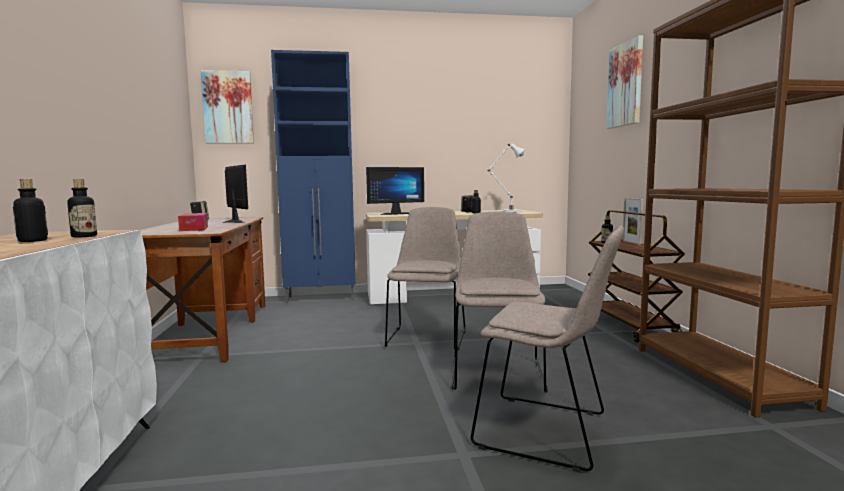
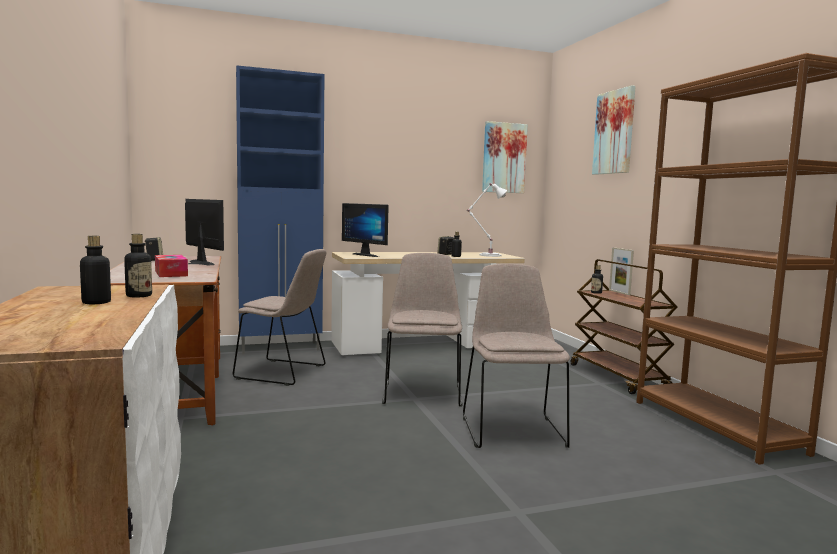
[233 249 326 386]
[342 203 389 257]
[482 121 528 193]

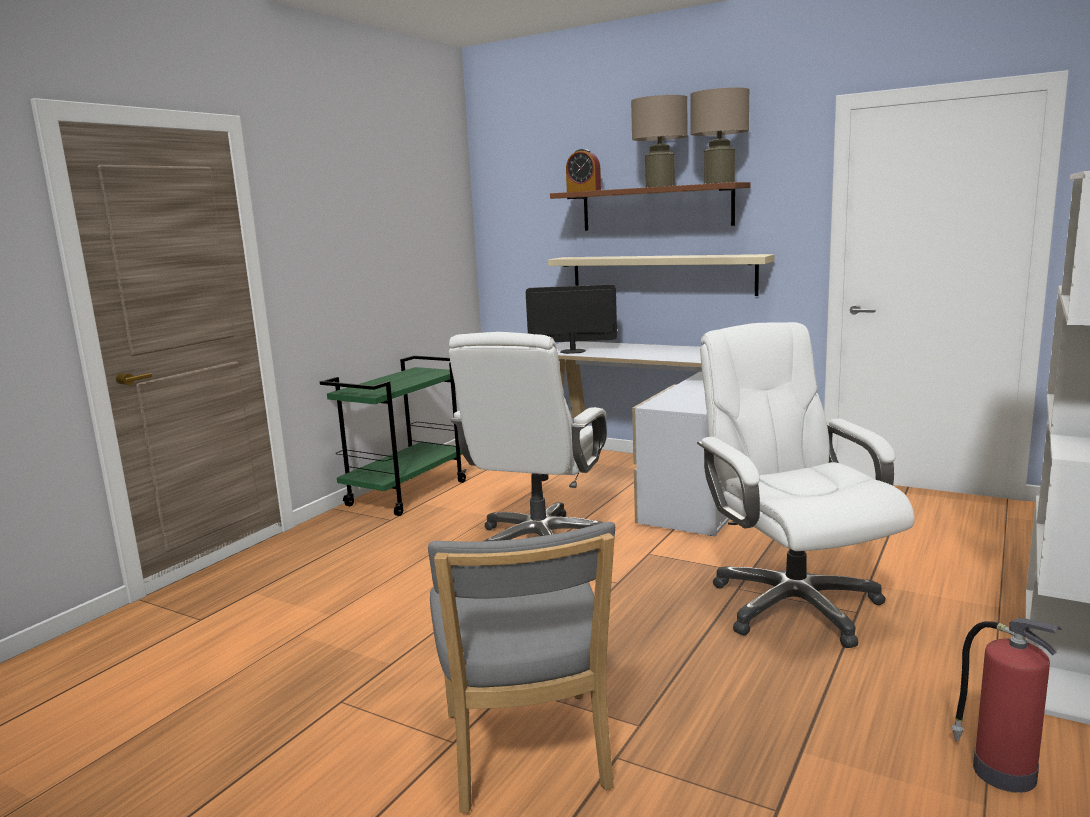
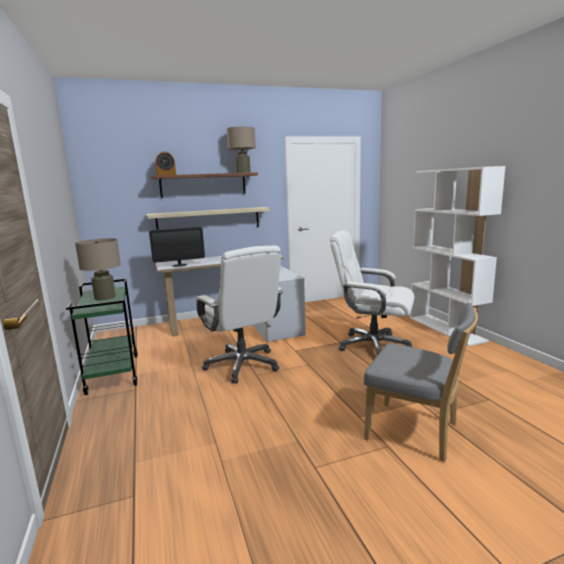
[75 238 121 300]
[149 227 205 267]
[951 618 1062 793] (first image)

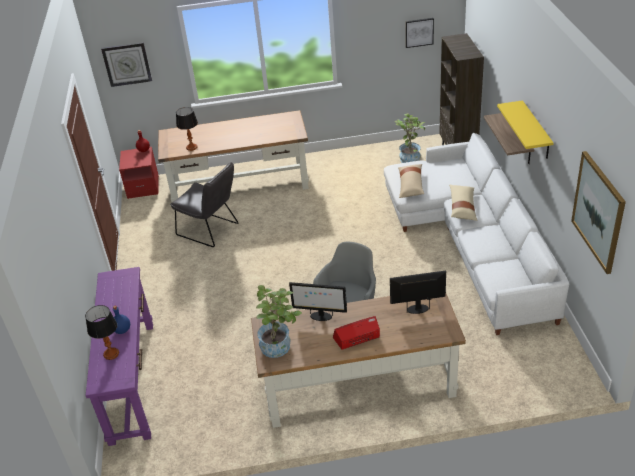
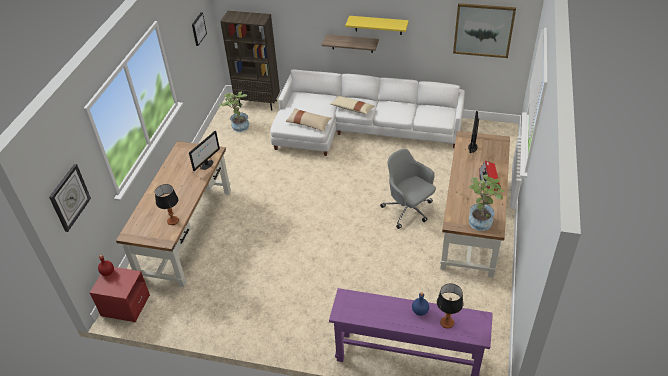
[189 131 220 171]
[170 161 239 247] (first image)

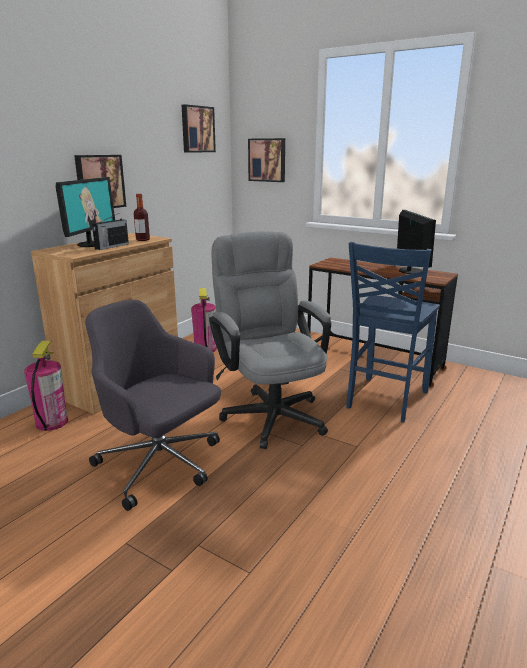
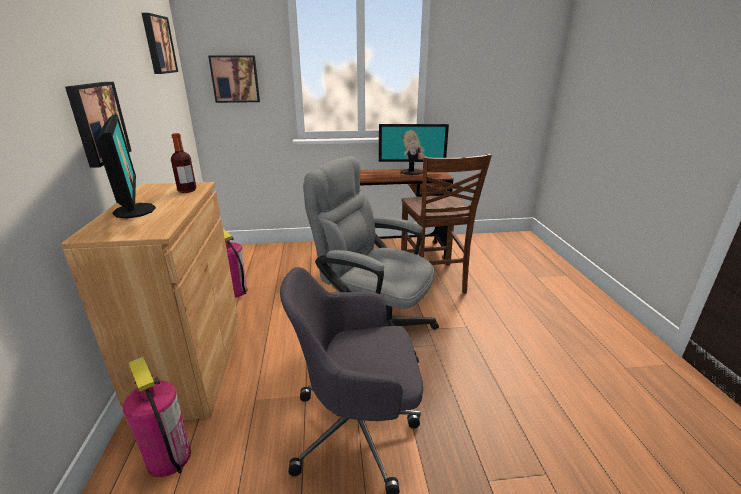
[379 124 449 175]
[401 154 492 294]
[92 213 129 250] (first image)

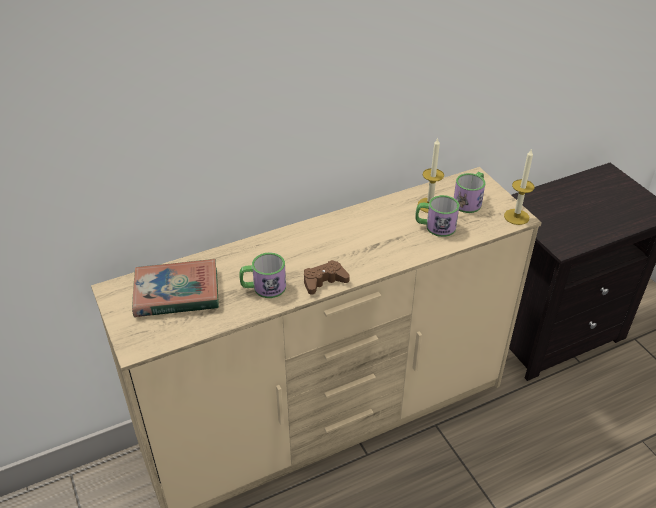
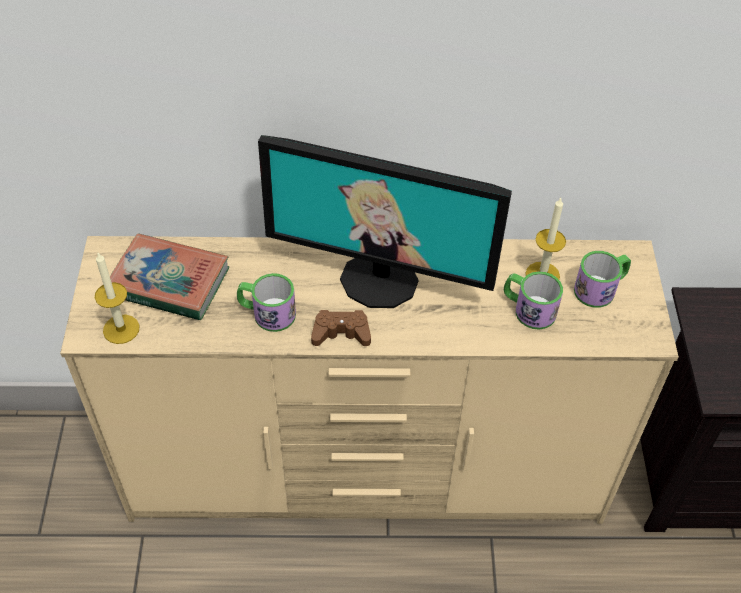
[95 253 140 344]
[258 135 512 308]

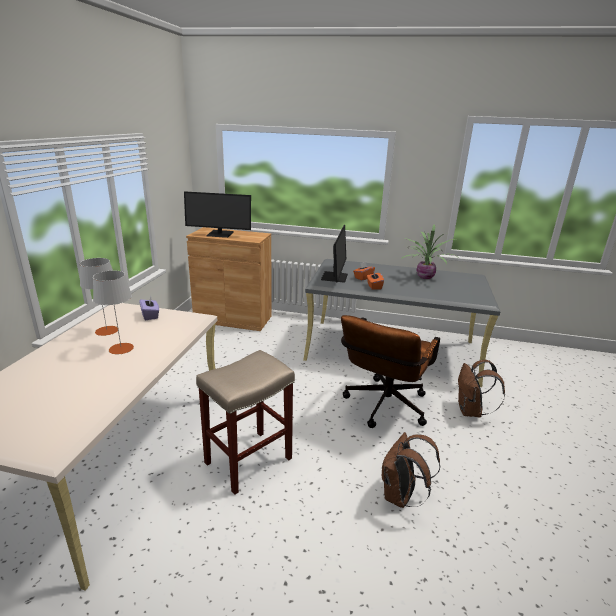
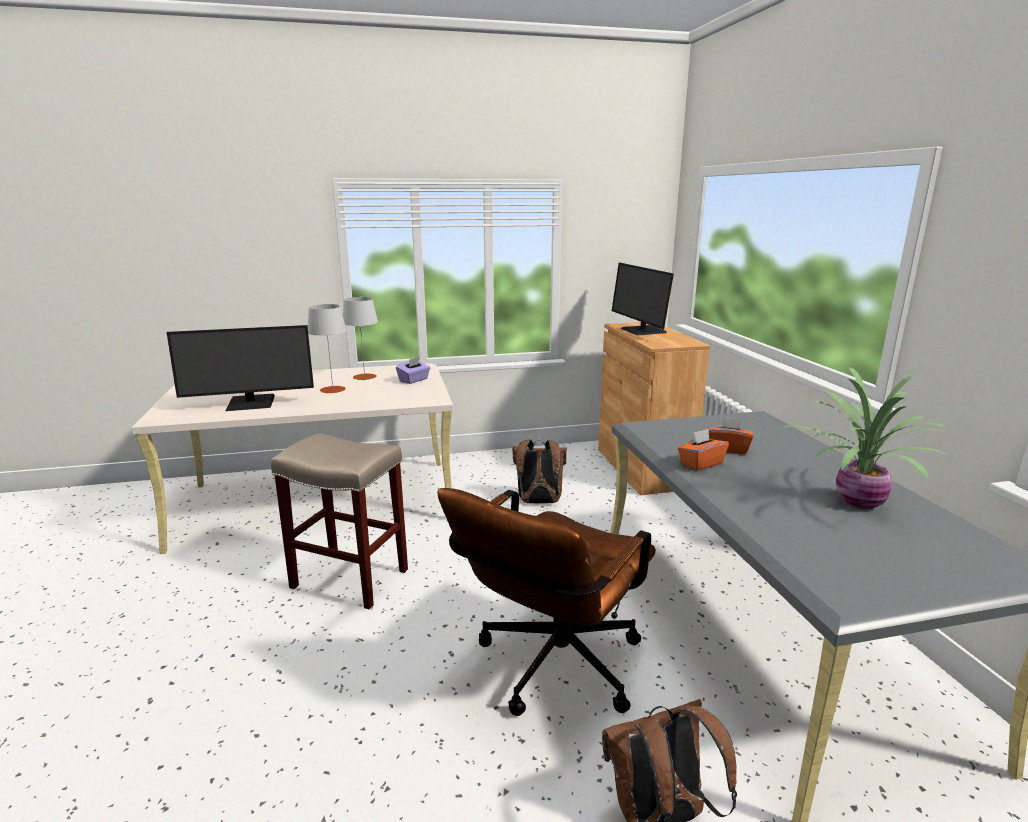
[167 325 314 411]
[437 488 656 716]
[512 439 567 504]

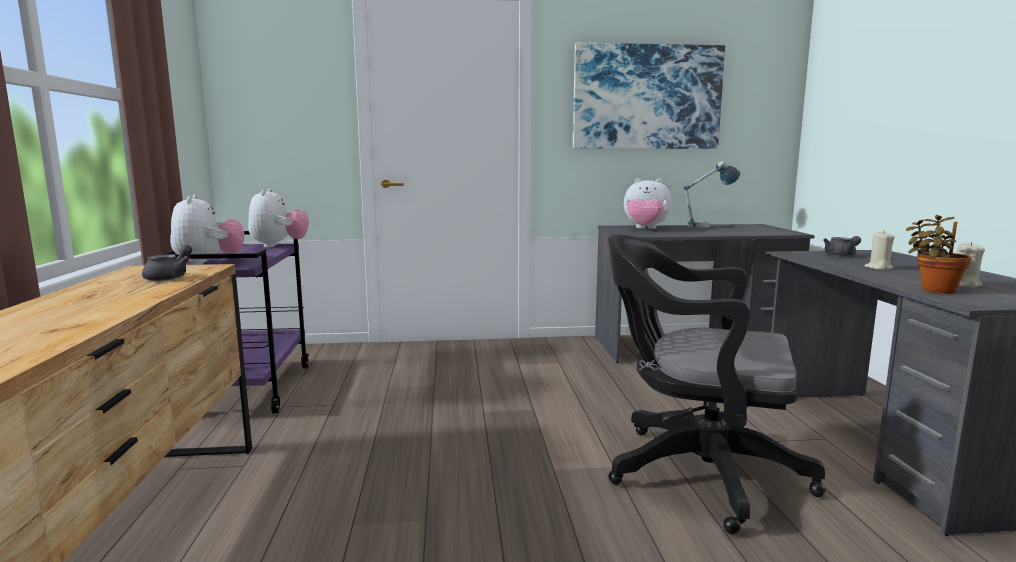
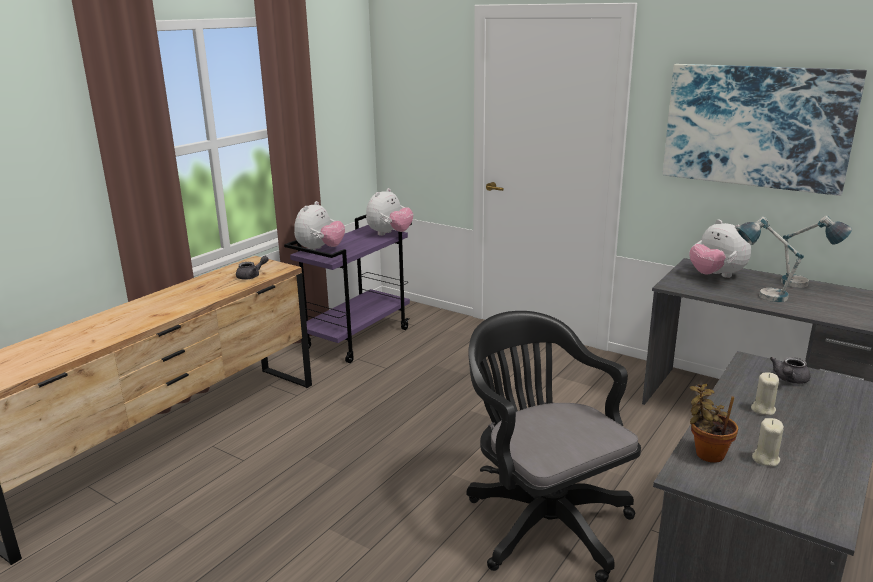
[736 216 804 302]

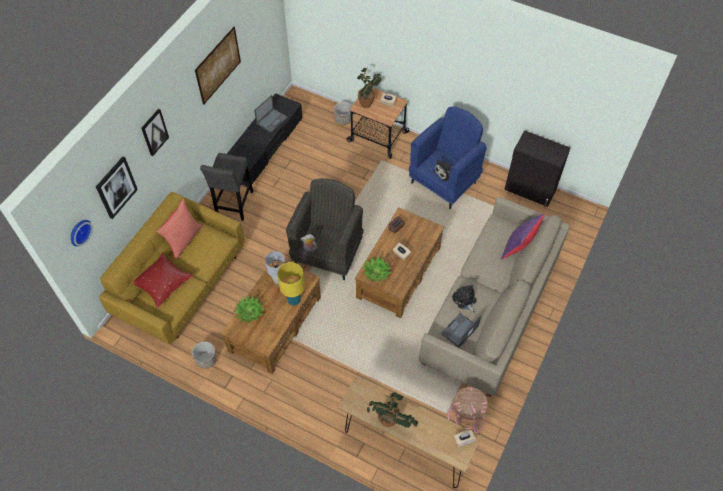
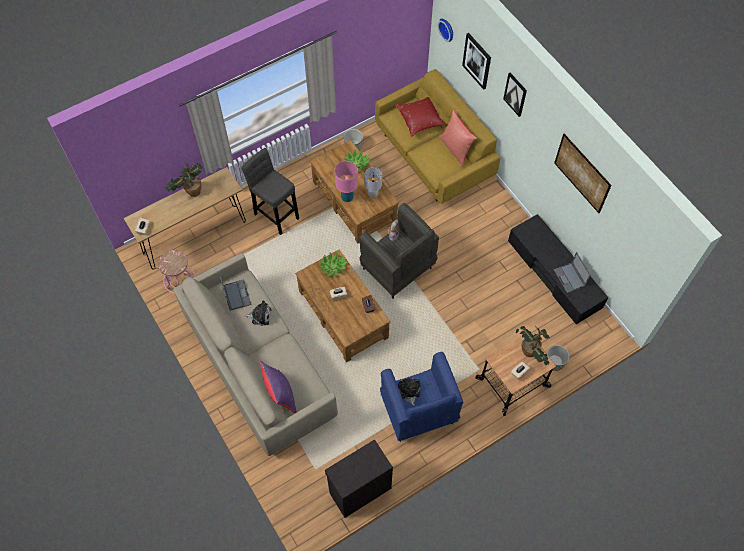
[241 148 299 235]
[335 161 358 202]

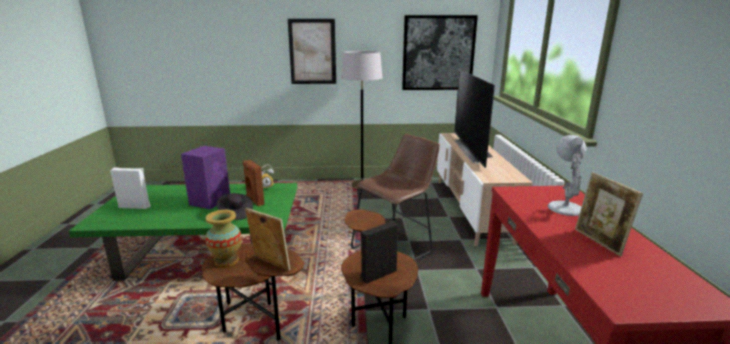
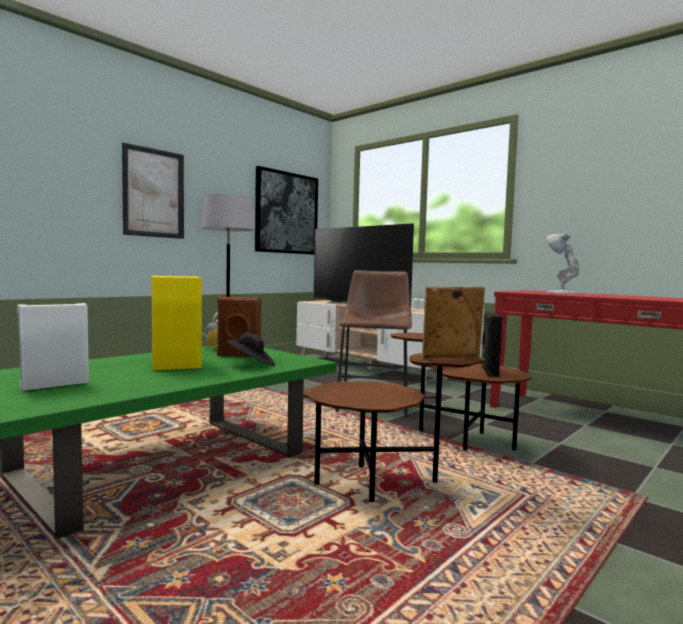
[151 276 202 371]
[206 210 242 268] (first image)
[575 172 643 256] (first image)

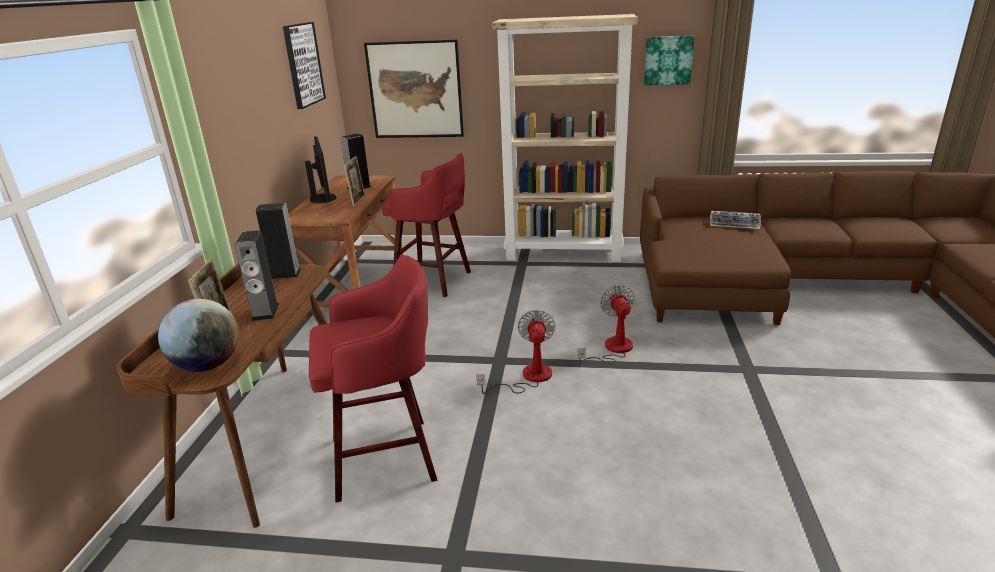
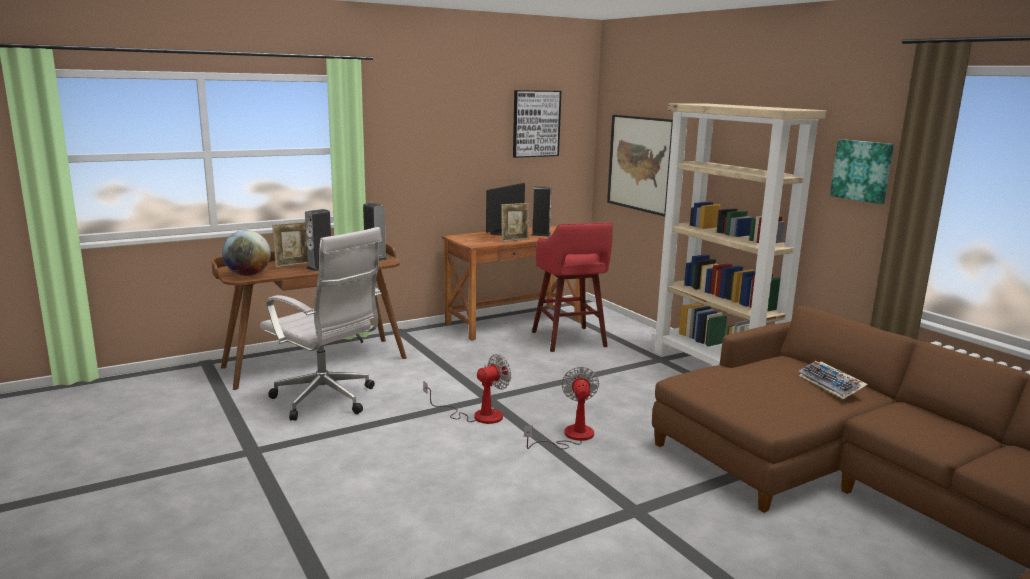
[260 227 382 421]
[524 367 599 449]

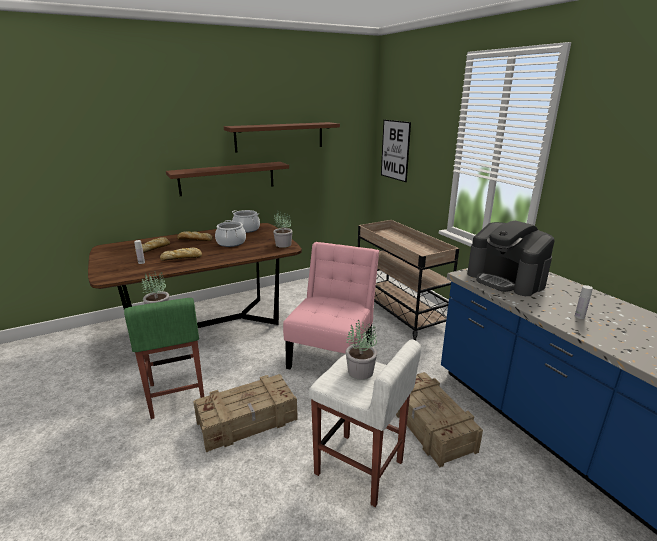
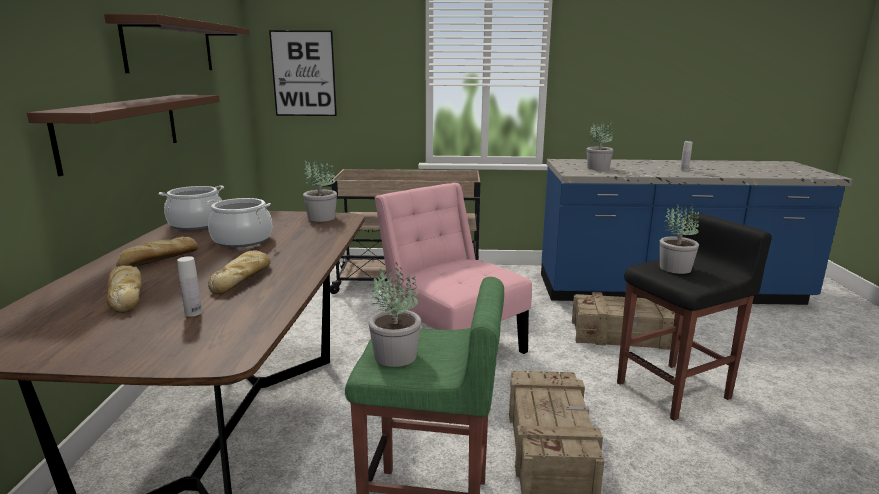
[587 122 614 170]
[617 213 772 421]

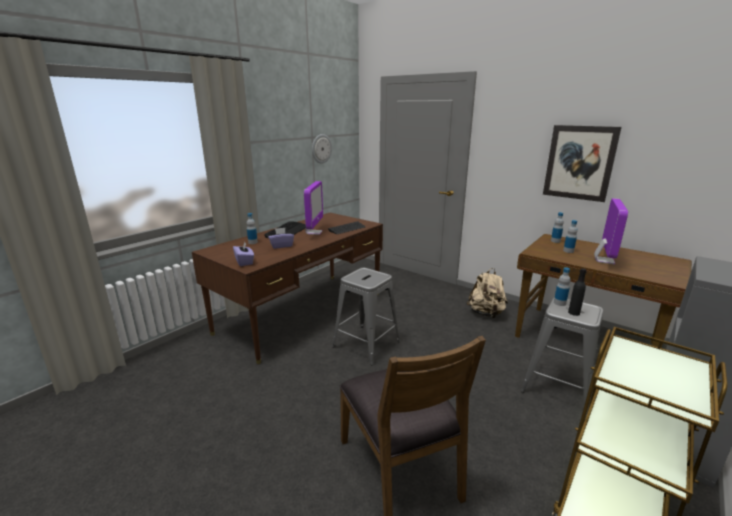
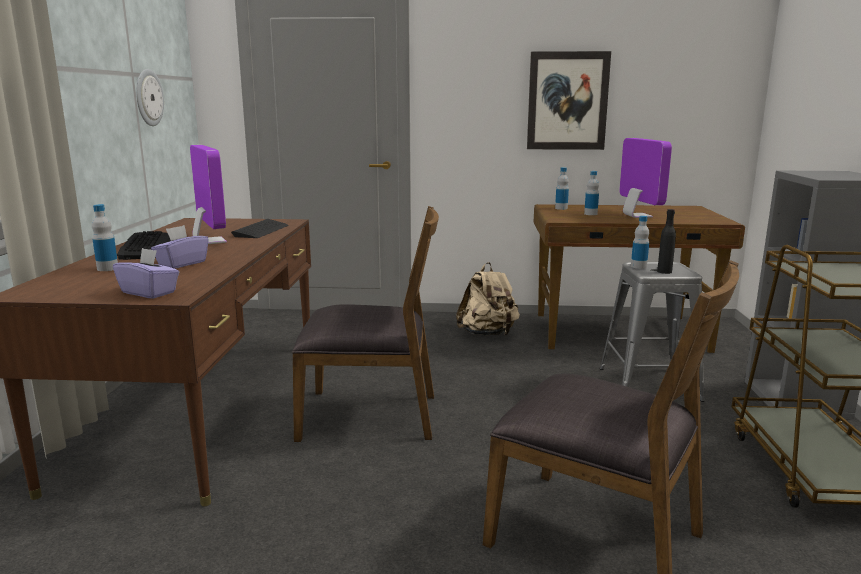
[292 206 439 442]

